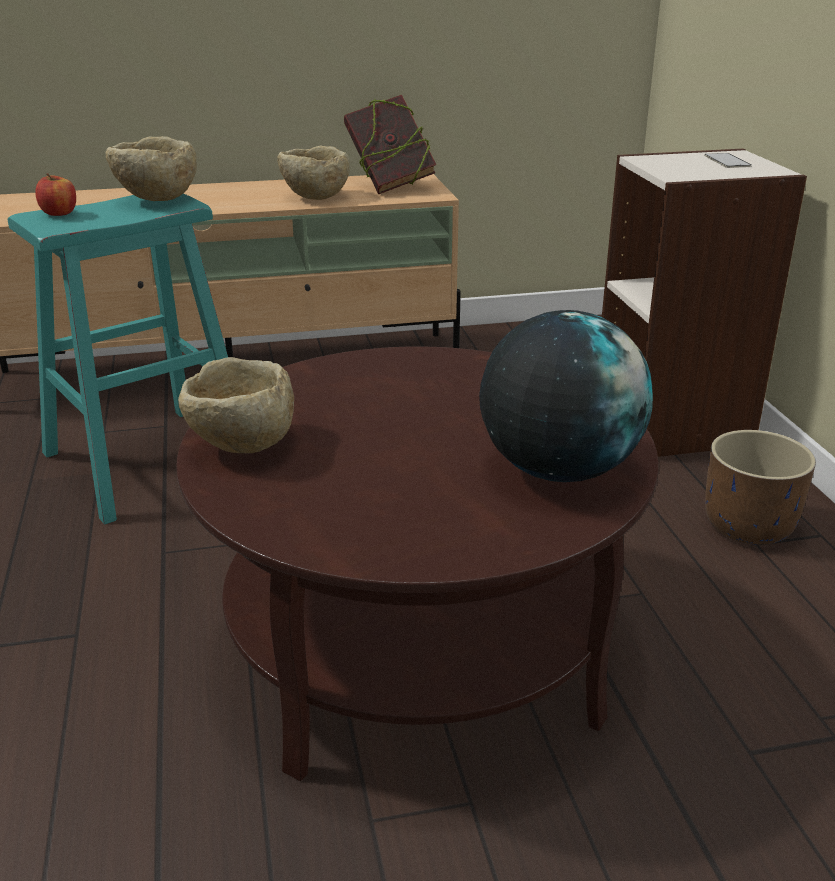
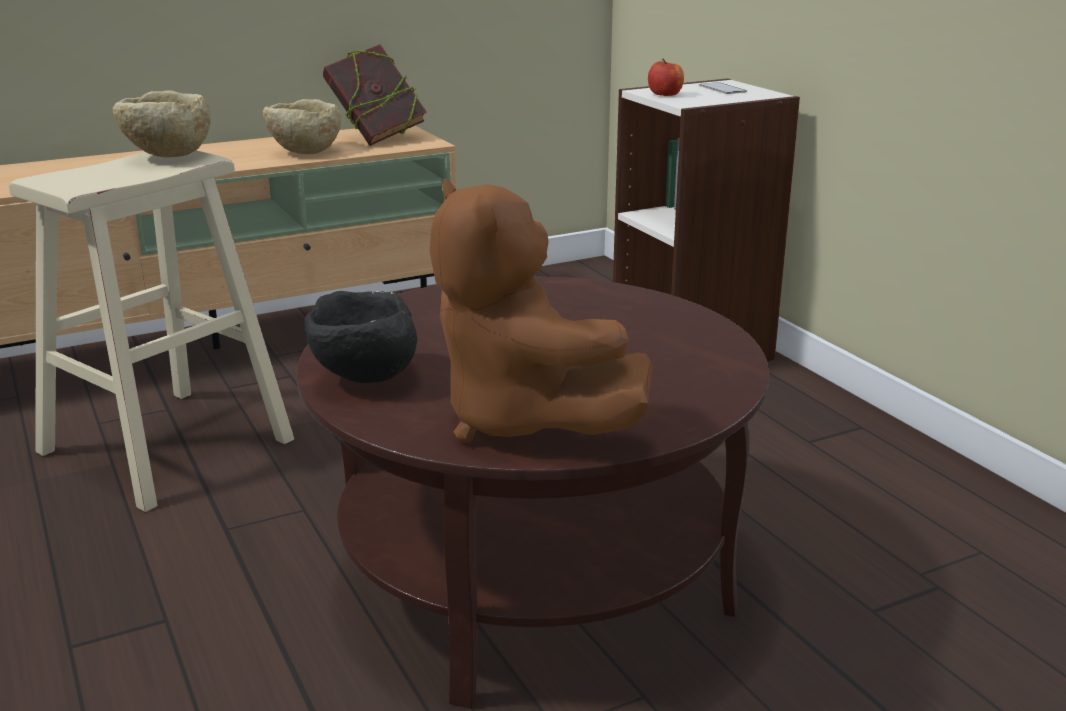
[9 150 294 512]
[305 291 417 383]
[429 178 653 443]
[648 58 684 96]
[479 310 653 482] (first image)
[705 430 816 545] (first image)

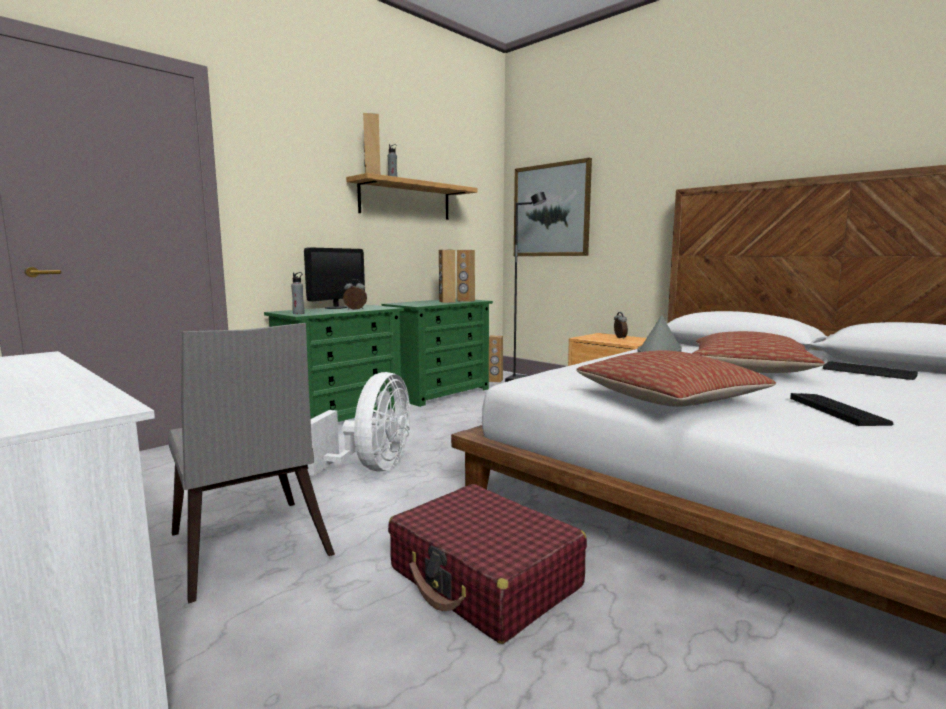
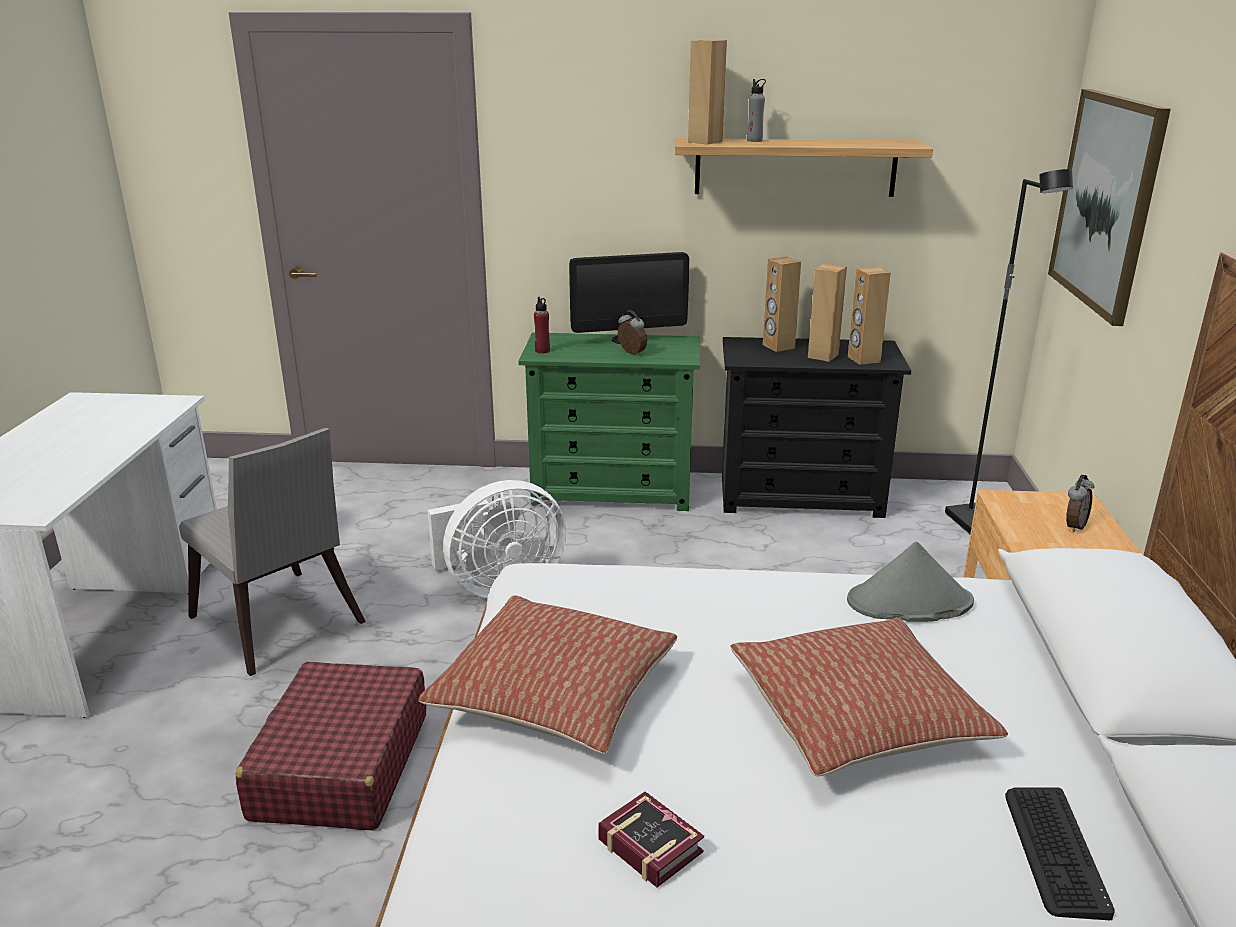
[179 428 366 676]
[534 297 550 354]
[598 791 704 887]
[722 337 911 518]
[763 256 801 352]

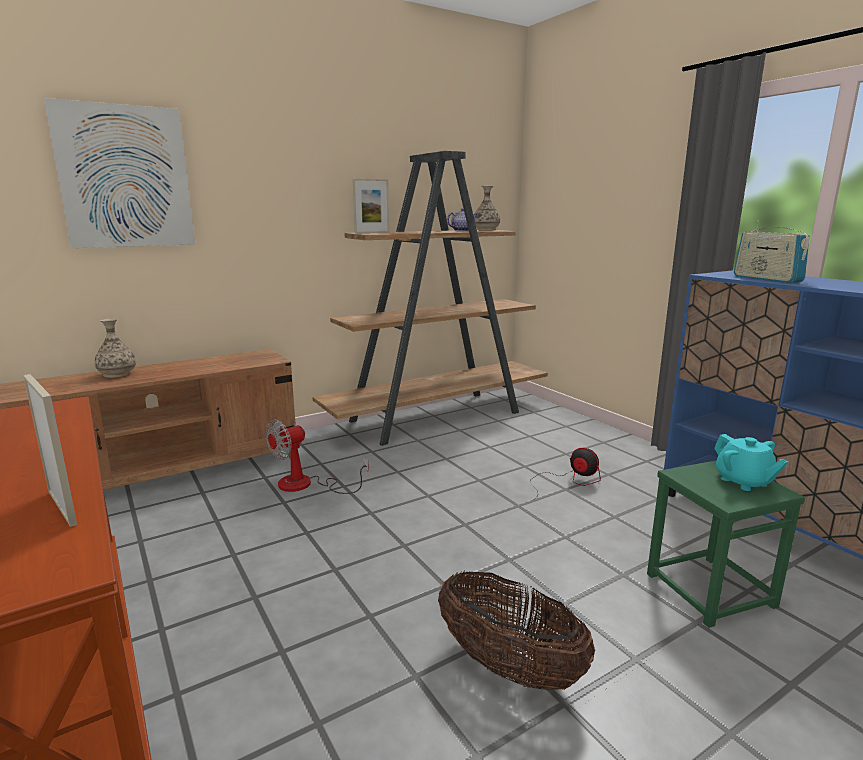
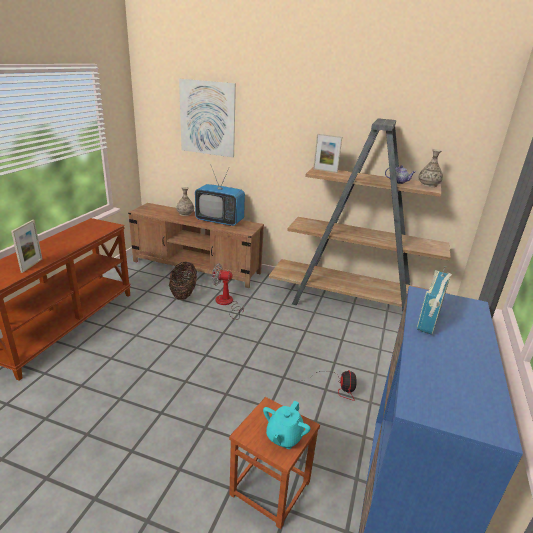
[169 262 197 300]
[195 166 245 226]
[229 397 320 529]

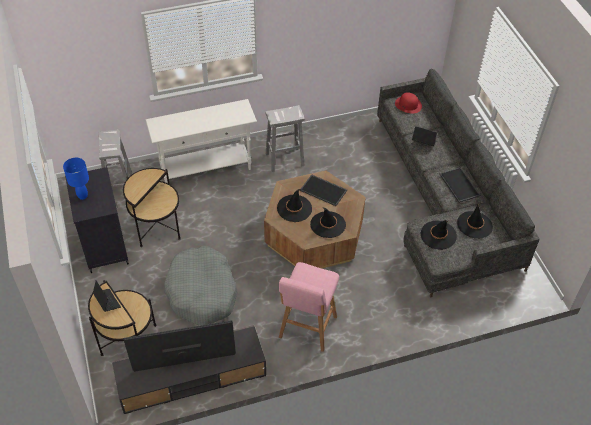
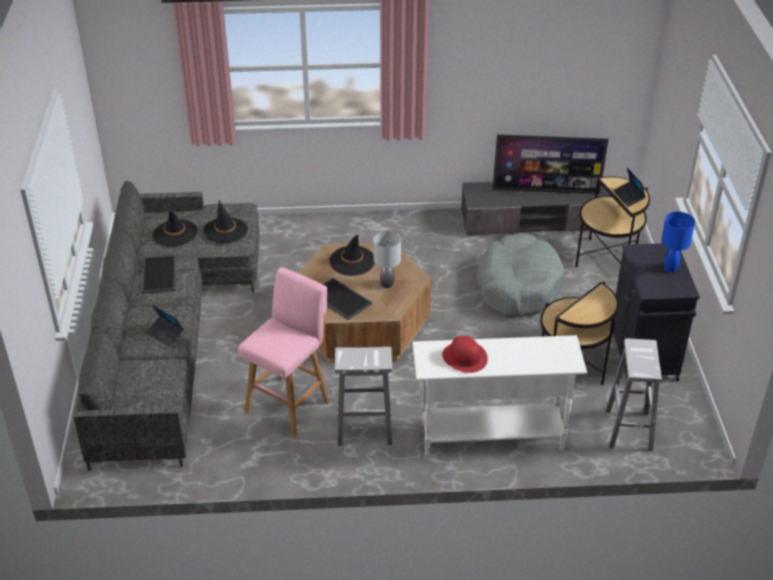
[238 267 330 437]
[373 231 401 288]
[442 336 488 373]

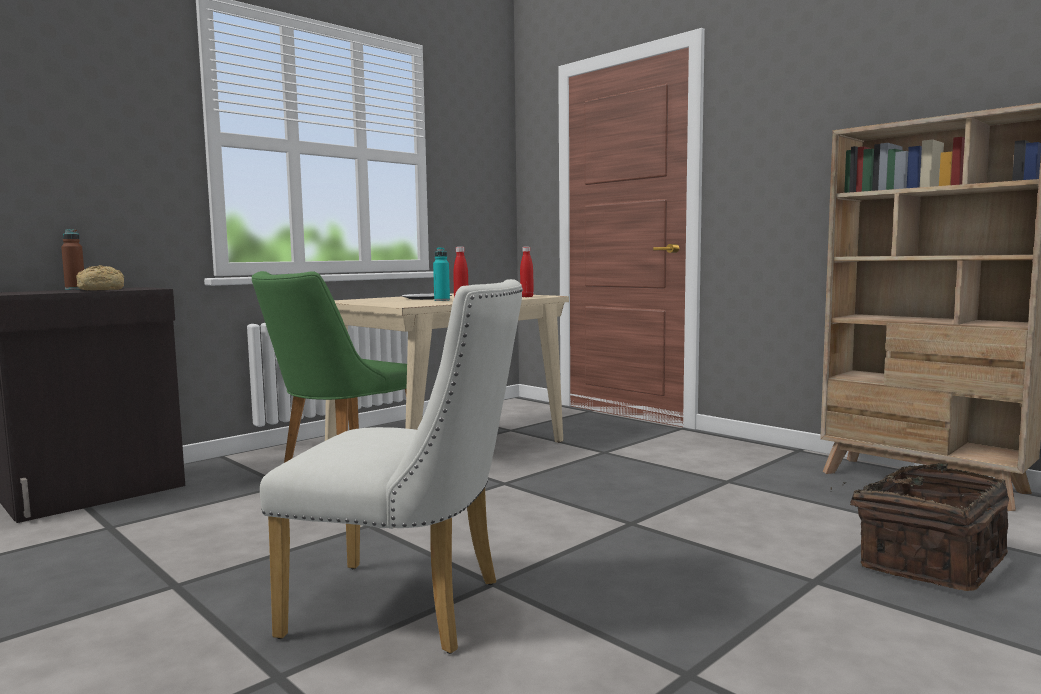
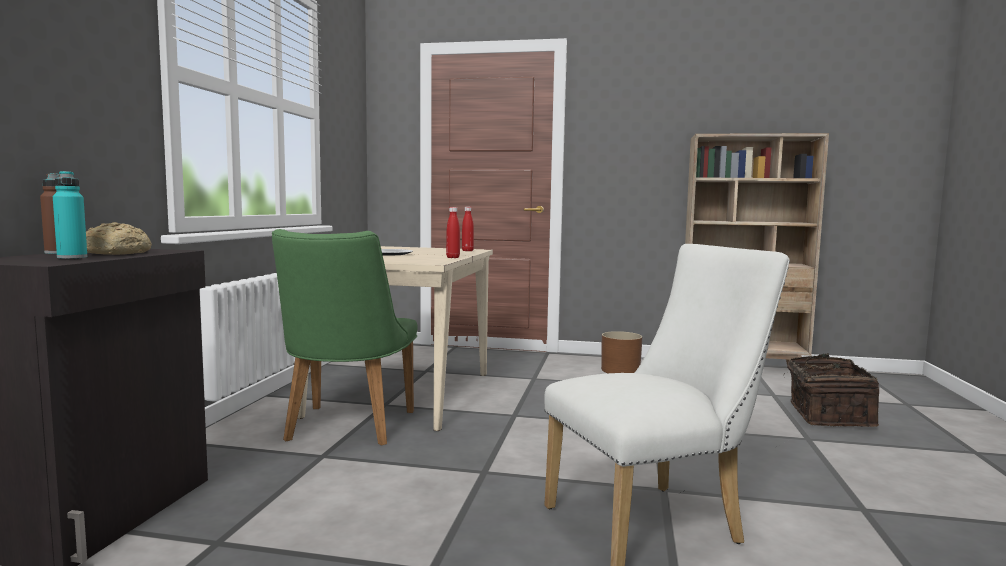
[53 171 88 259]
[601 331 642 373]

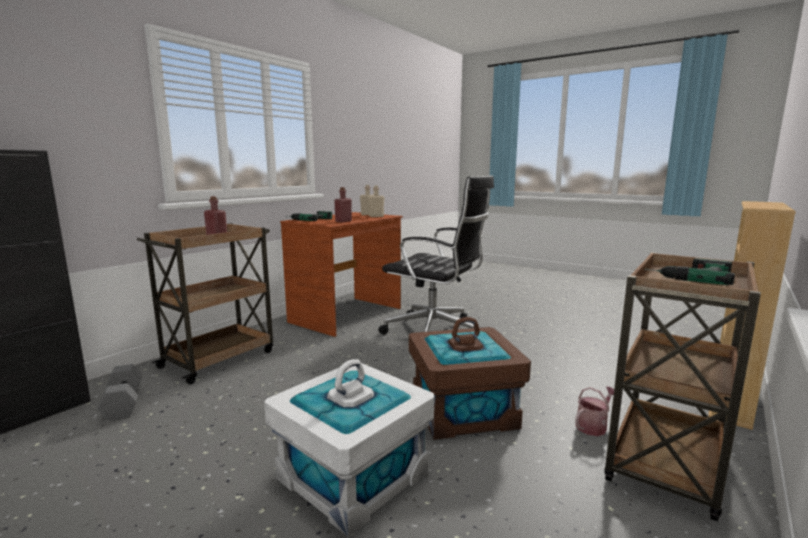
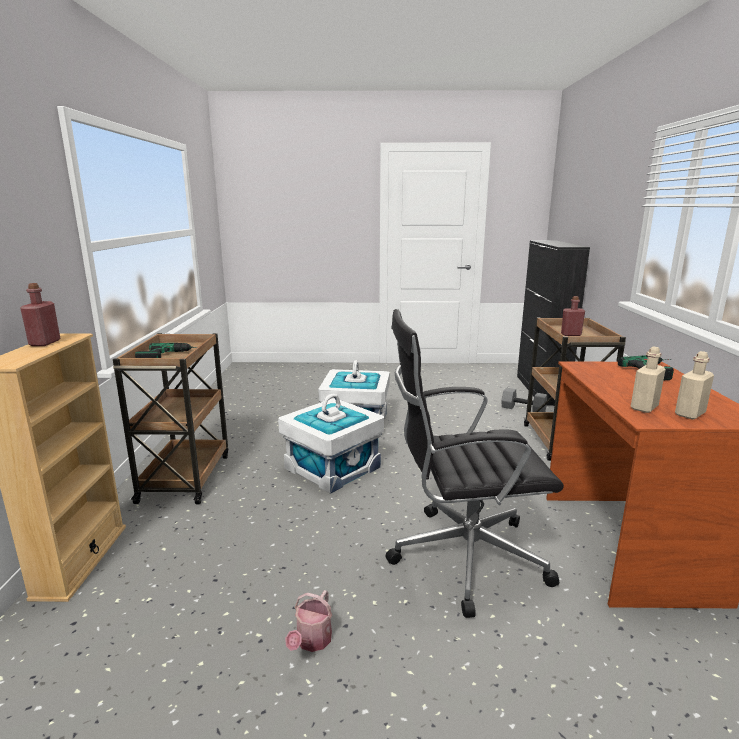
[20 283 60 346]
[278 394 384 494]
[285 590 332 652]

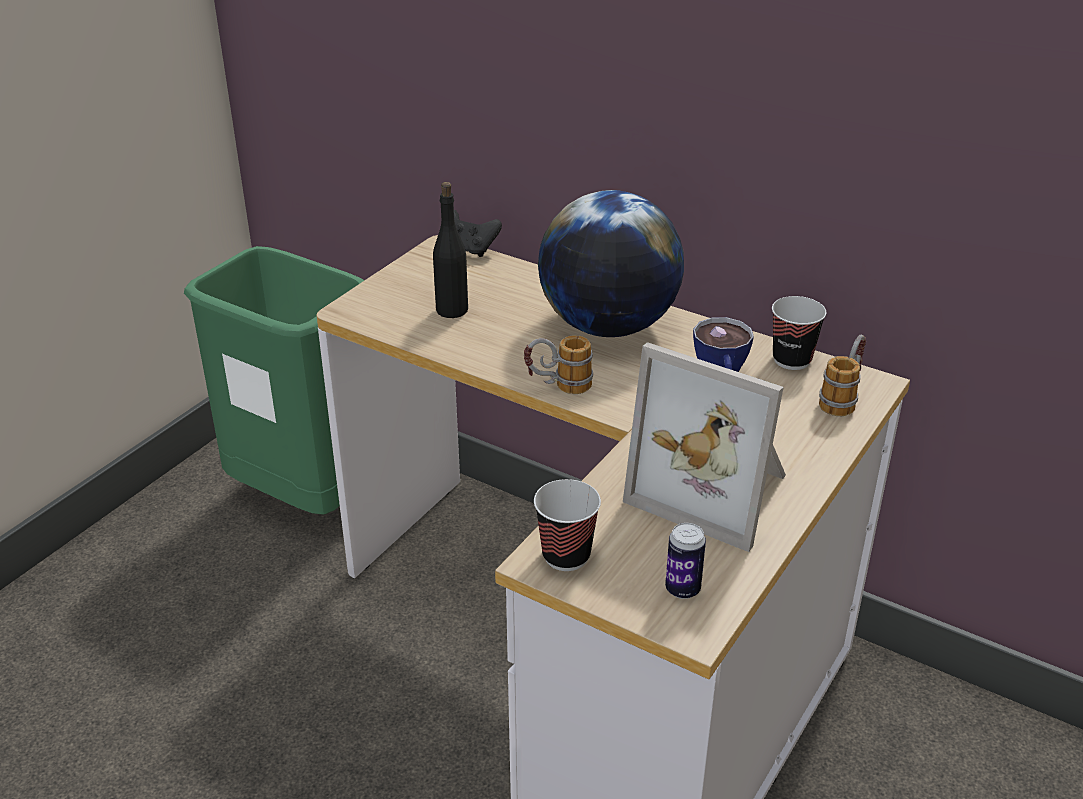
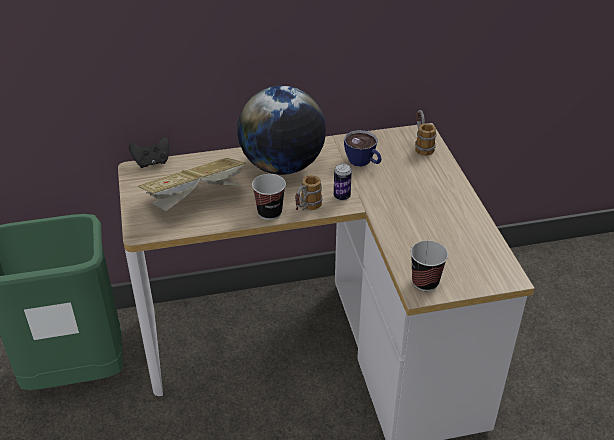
[138 158 246 211]
[252 174 286 220]
[334 164 352 201]
[623 342 786 552] (first image)

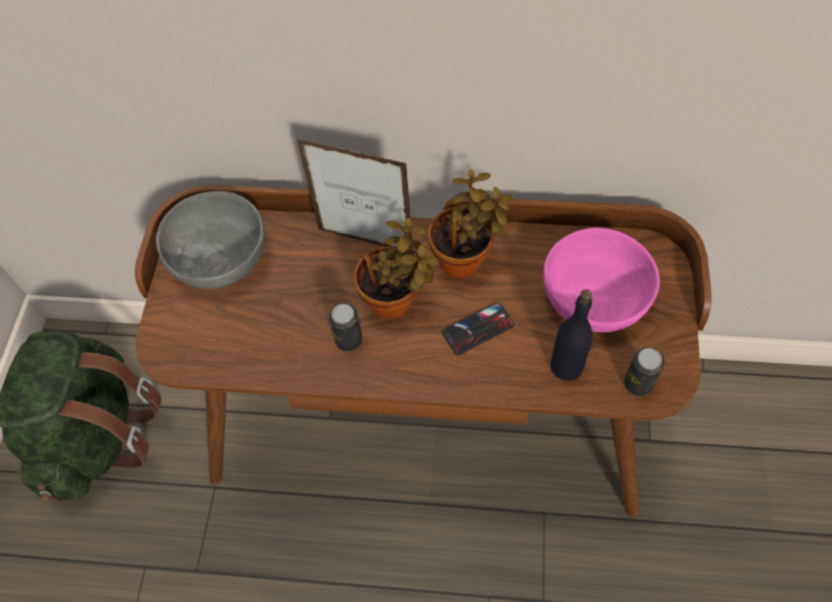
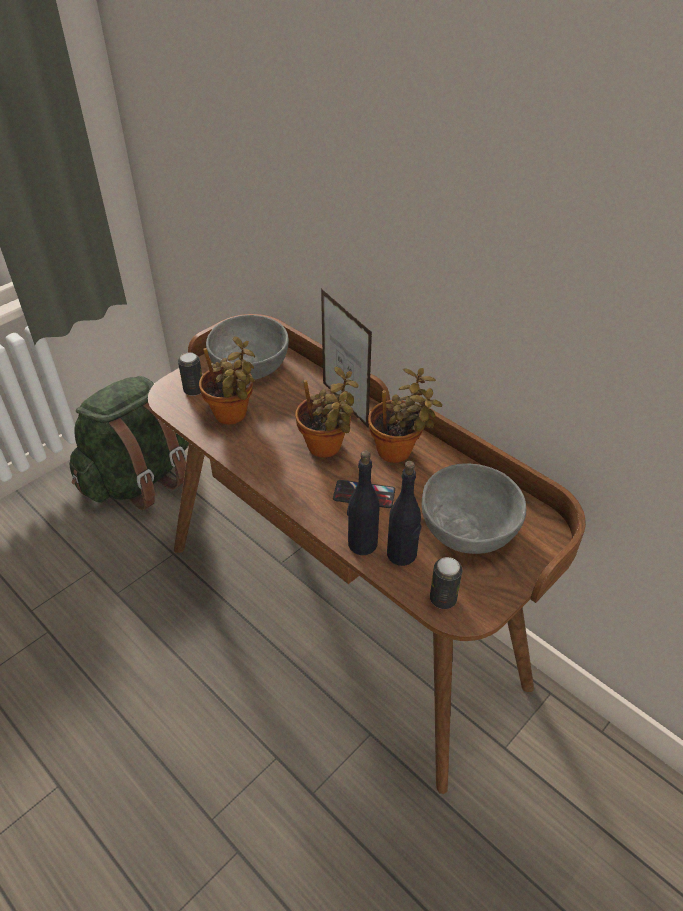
[178 352 202 396]
[199 337 255 425]
[347 450 379 555]
[422 463 526 554]

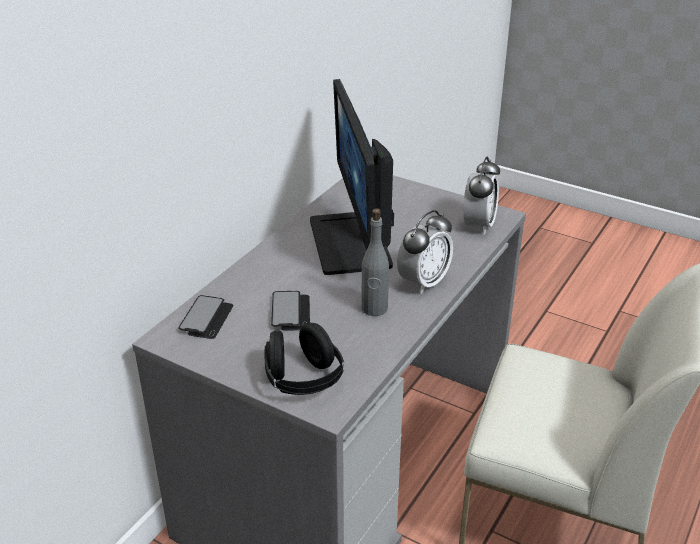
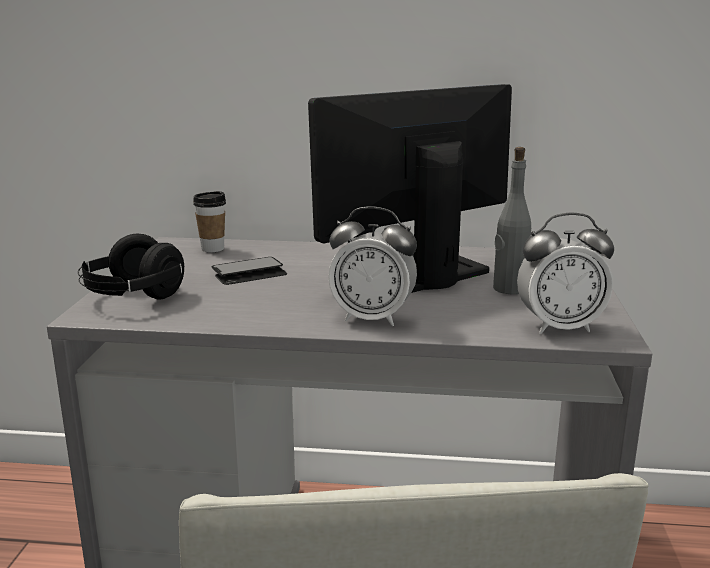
[193 191 226 252]
[493 147 531 294]

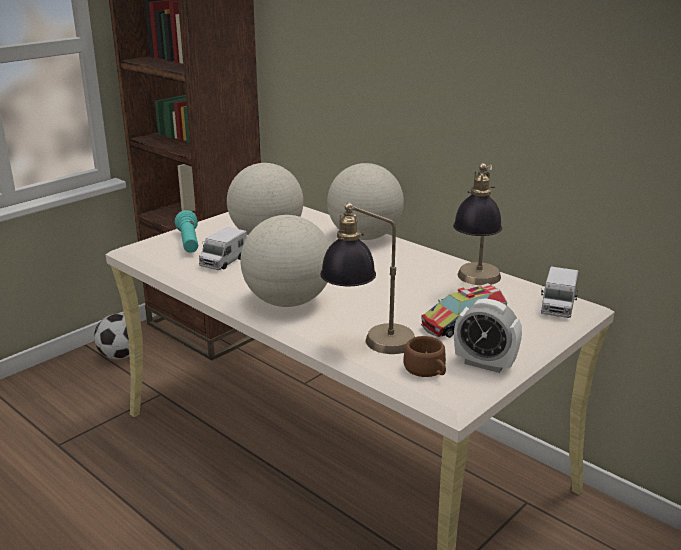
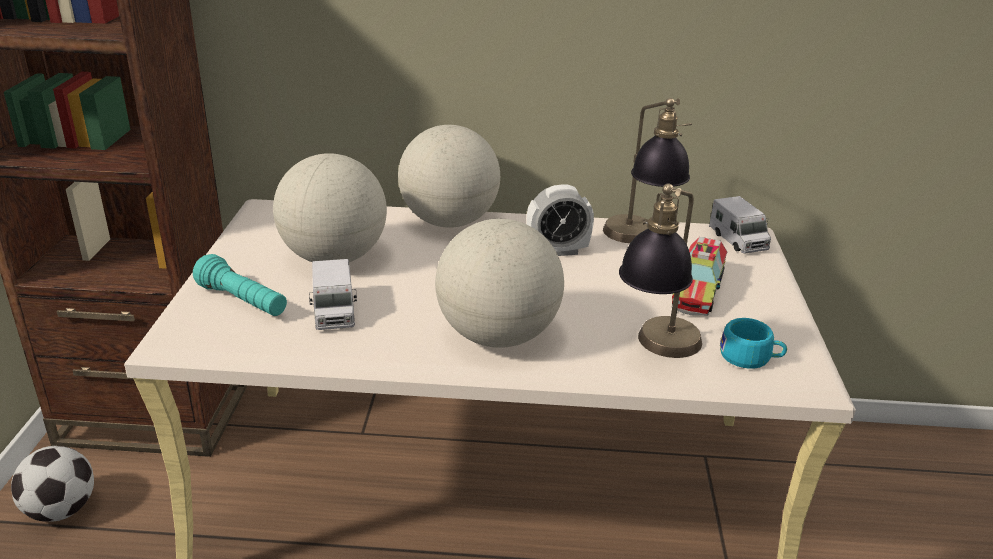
[526 185 594 256]
[720 318 787 369]

